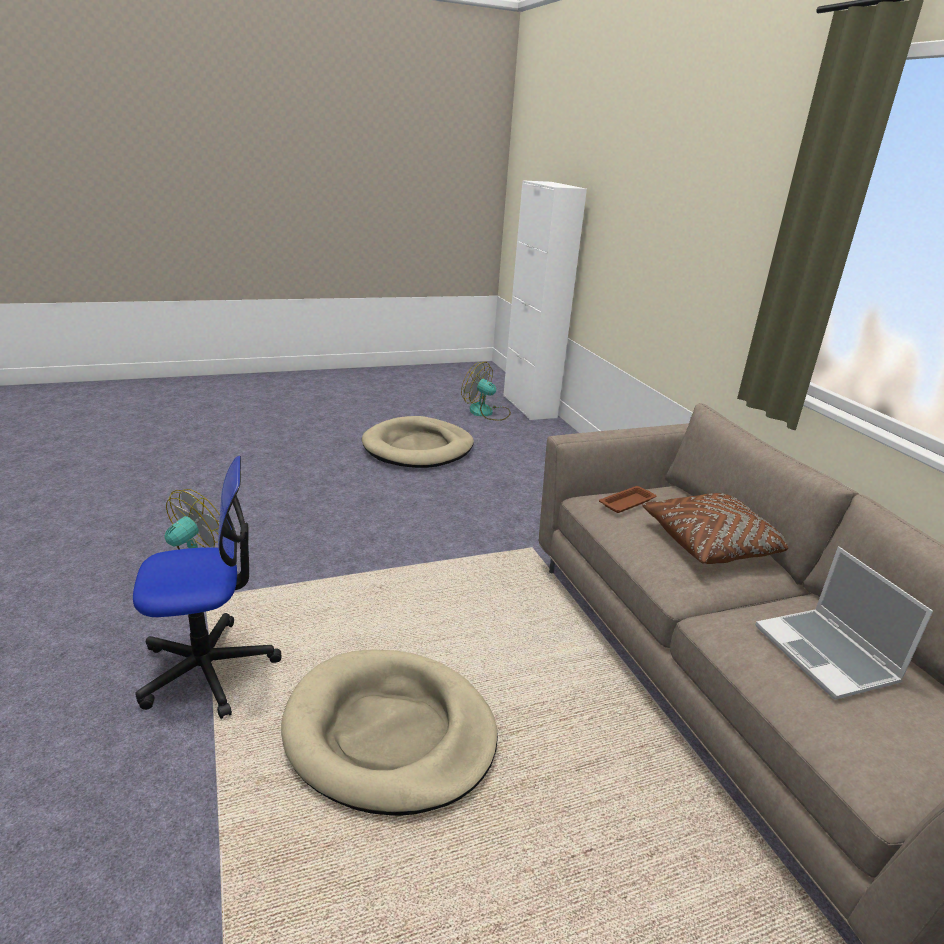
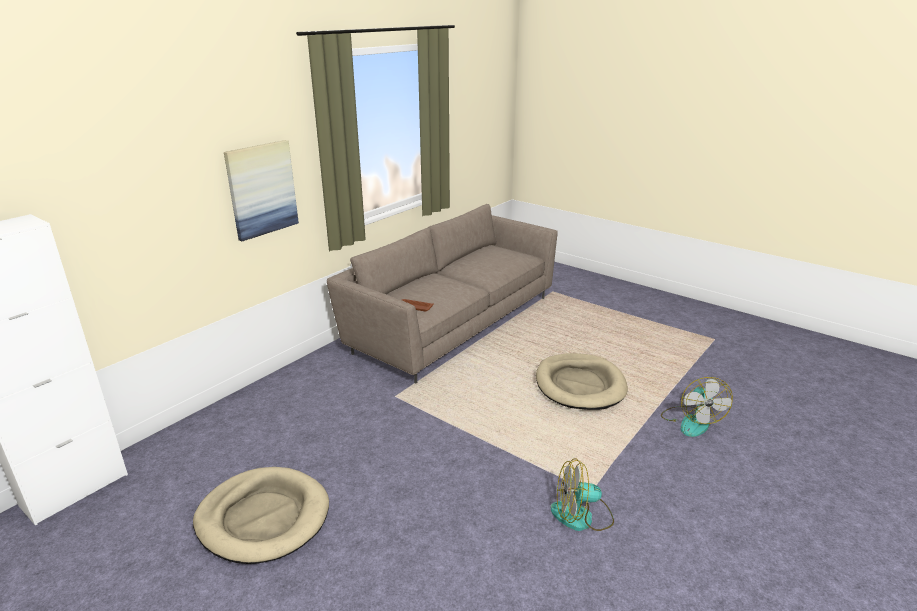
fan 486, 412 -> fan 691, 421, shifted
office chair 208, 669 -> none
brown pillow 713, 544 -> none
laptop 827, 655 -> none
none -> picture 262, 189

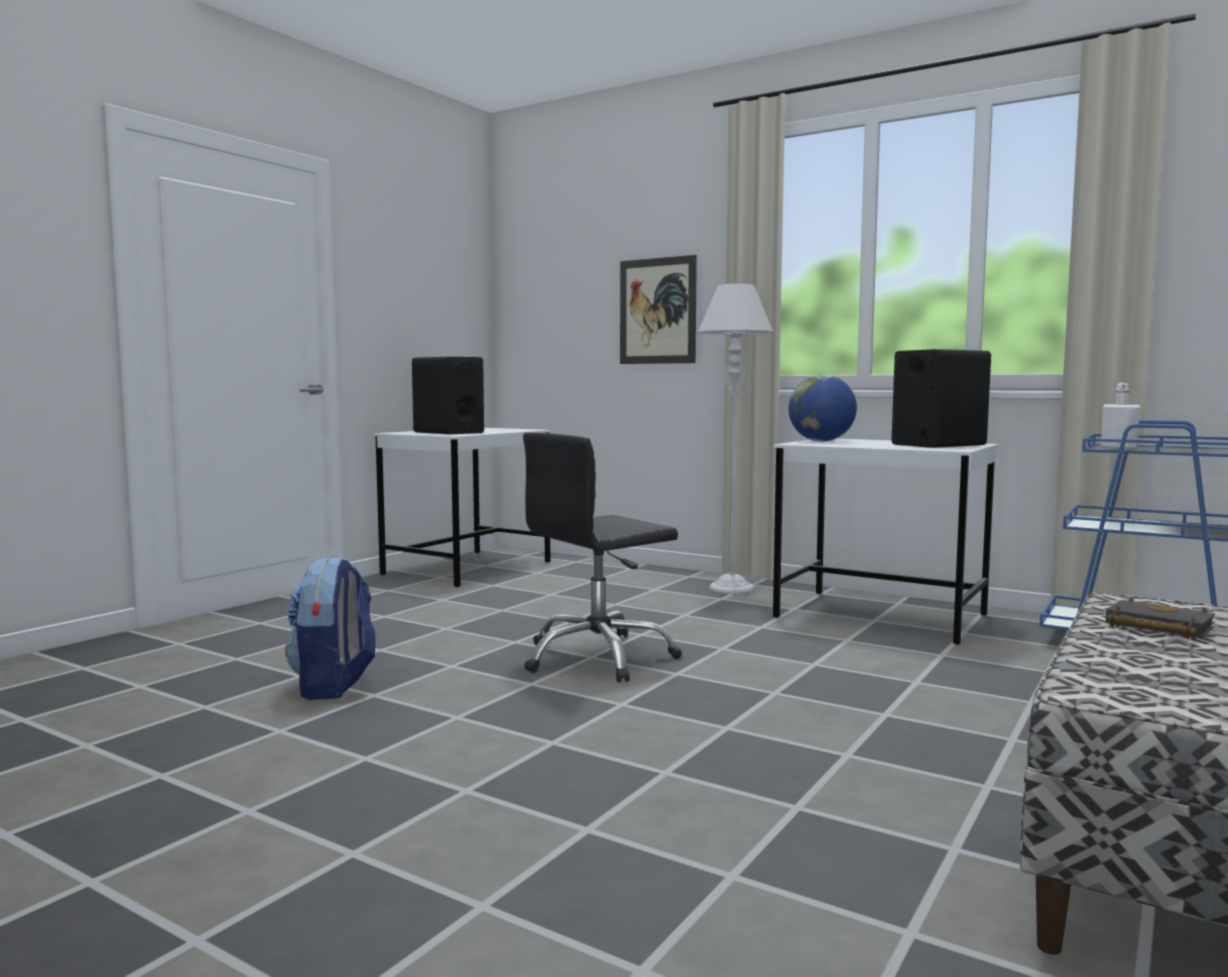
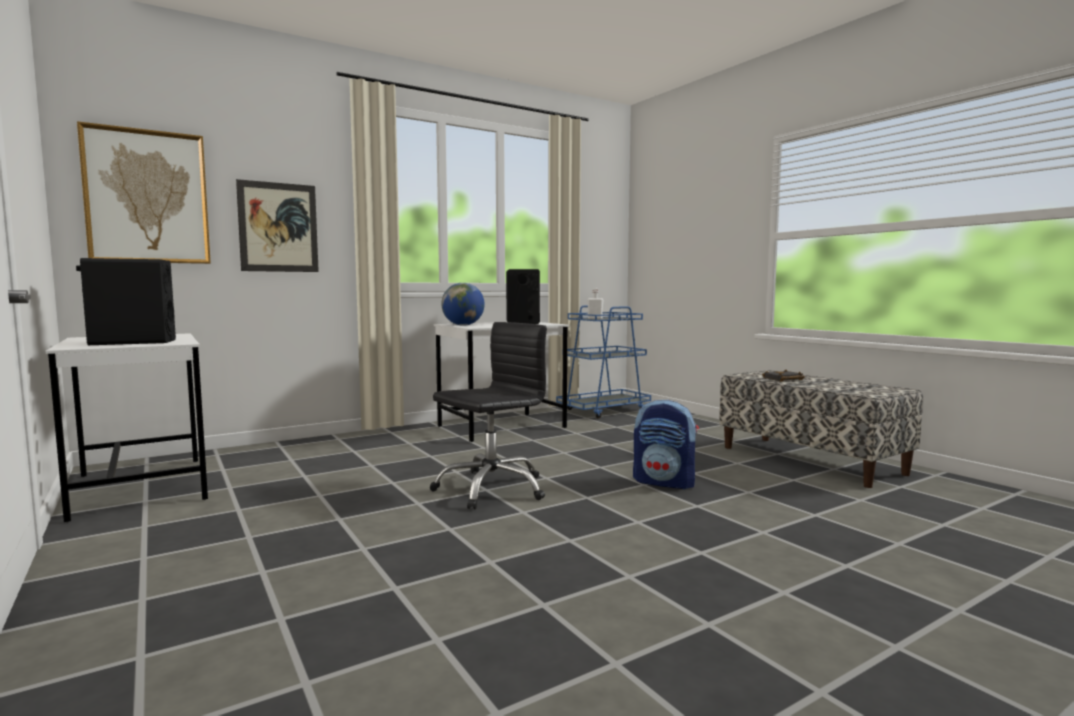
grey floor lamp 731, 589 -> none
black office chair 598, 657 -> black office chair 491, 488, 120 degrees counterclockwise
backpack 334, 686 -> backpack 665, 482, shifted
none -> picture 147, 197

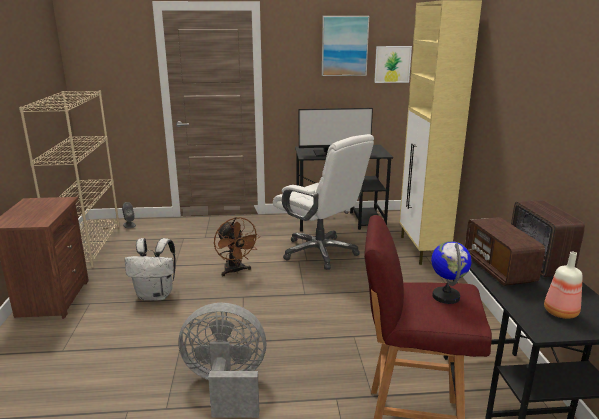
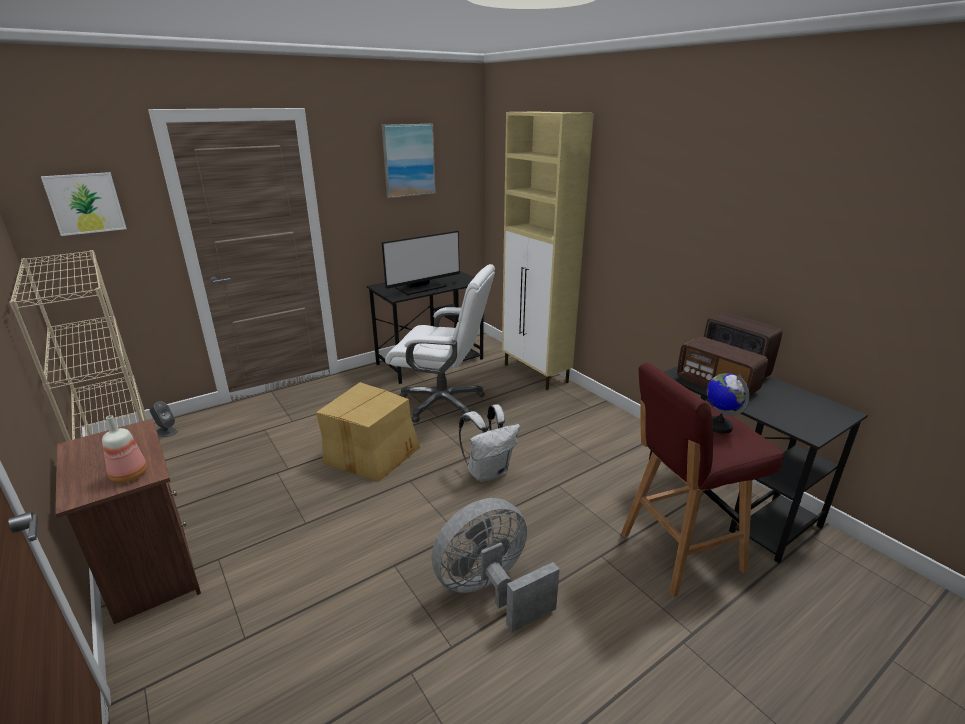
picture 392, 64 -> picture 85, 203, shifted
brown fan 235, 271 -> cardboard box 371, 453
white backpack 156, 295 -> white backpack 488, 472, shifted
bottle 561, 313 -> bottle 130, 475, shifted

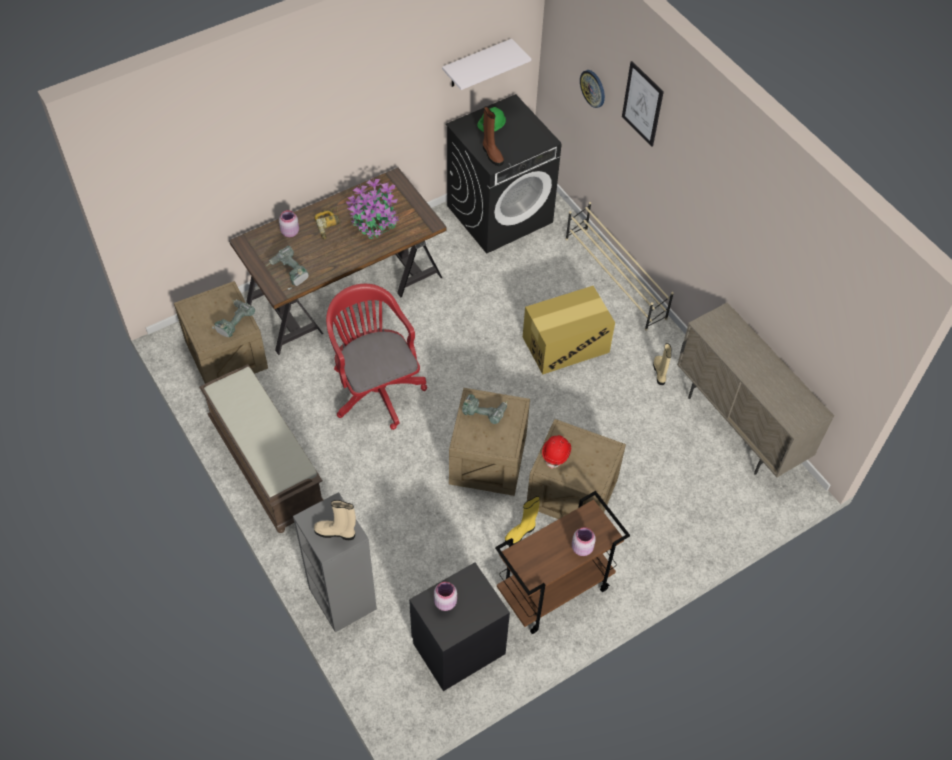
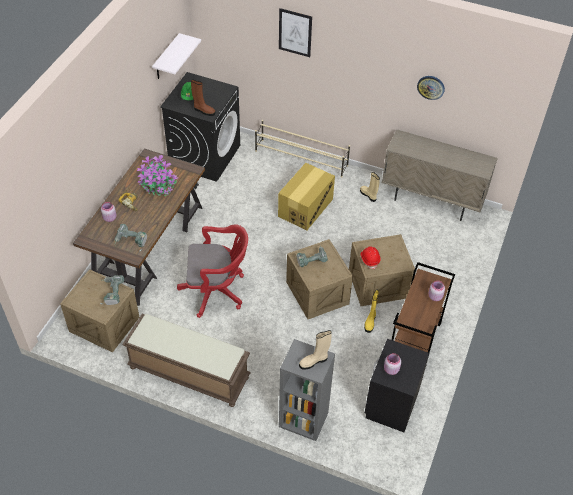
wall clock 593, 88 -> wall clock 431, 87, shifted
red office chair 375, 387 -> red office chair 217, 291, 150 degrees clockwise

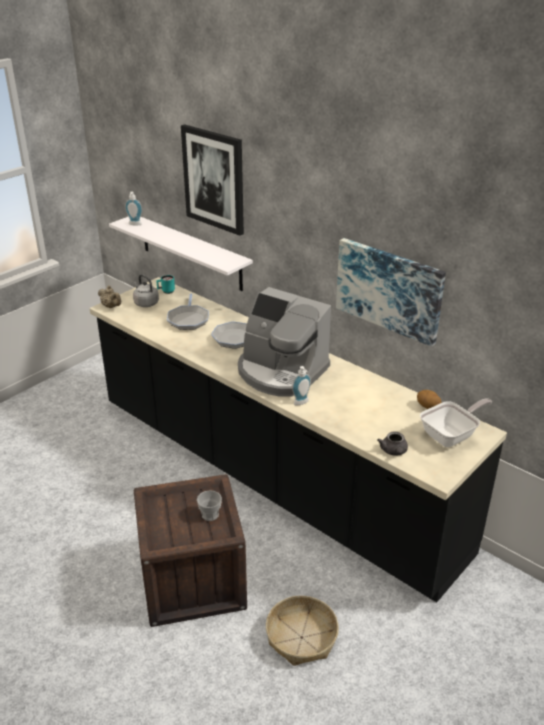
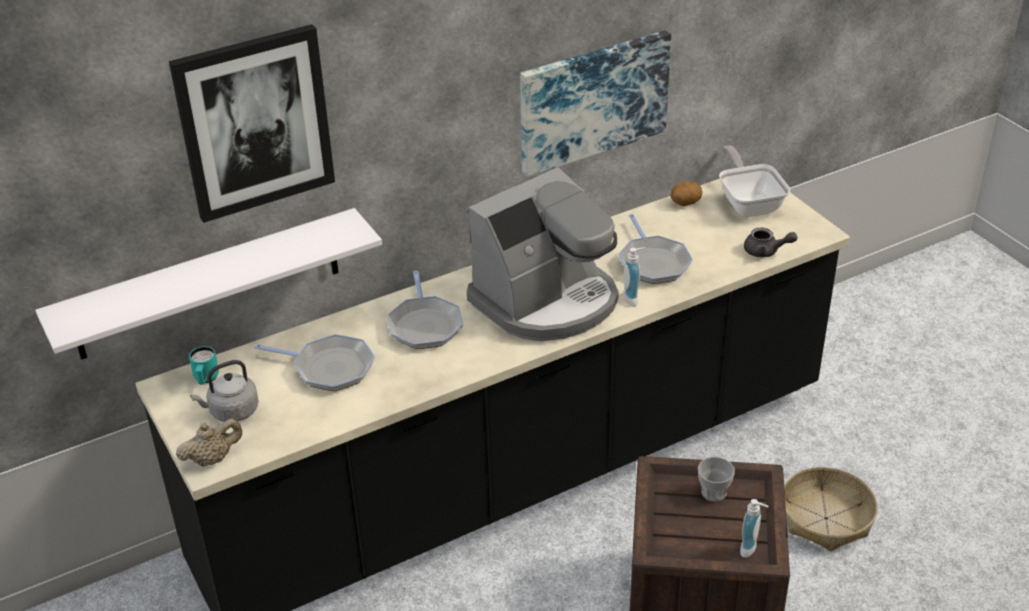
soap dispenser 134, 224 -> soap dispenser 751, 549, shifted
none -> frying pan 653, 262

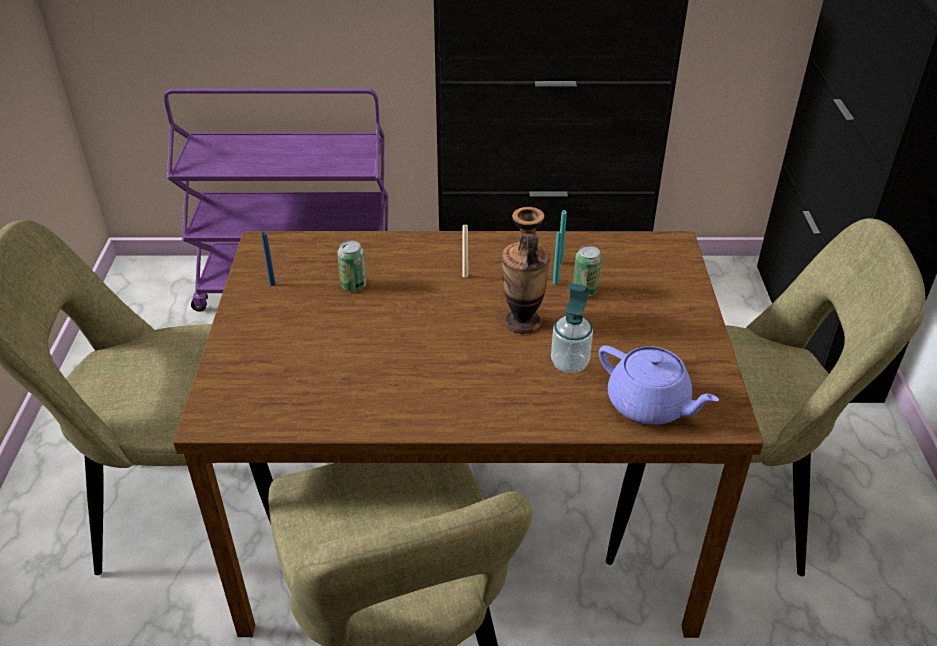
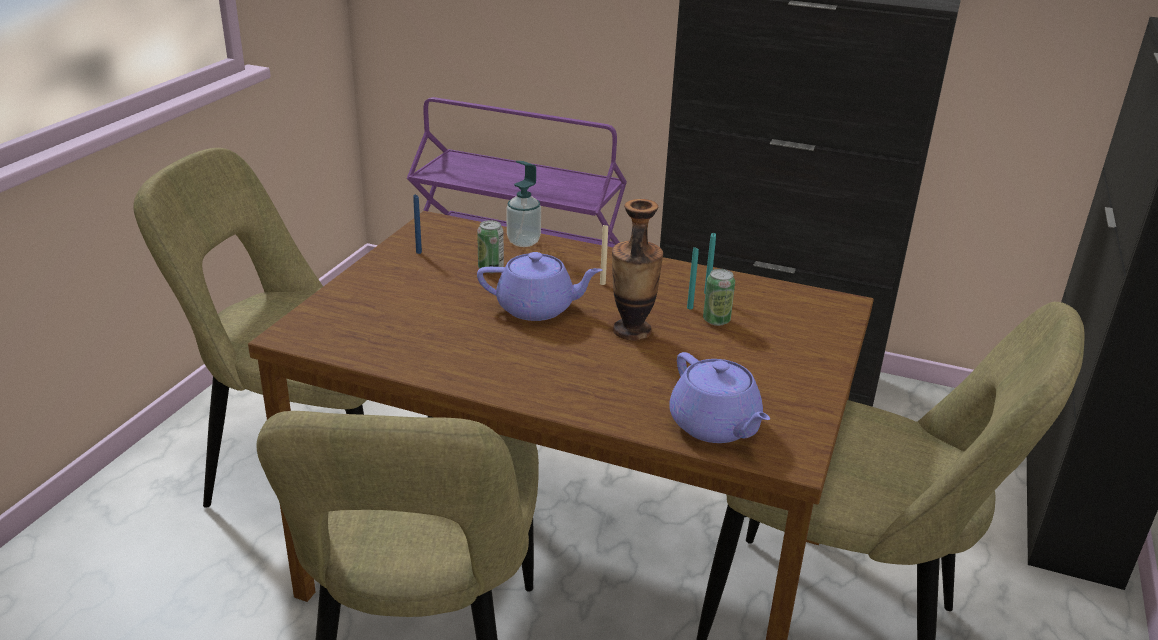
soap dispenser 569, 363 -> soap dispenser 523, 242, shifted
none -> purple teapot 537, 308

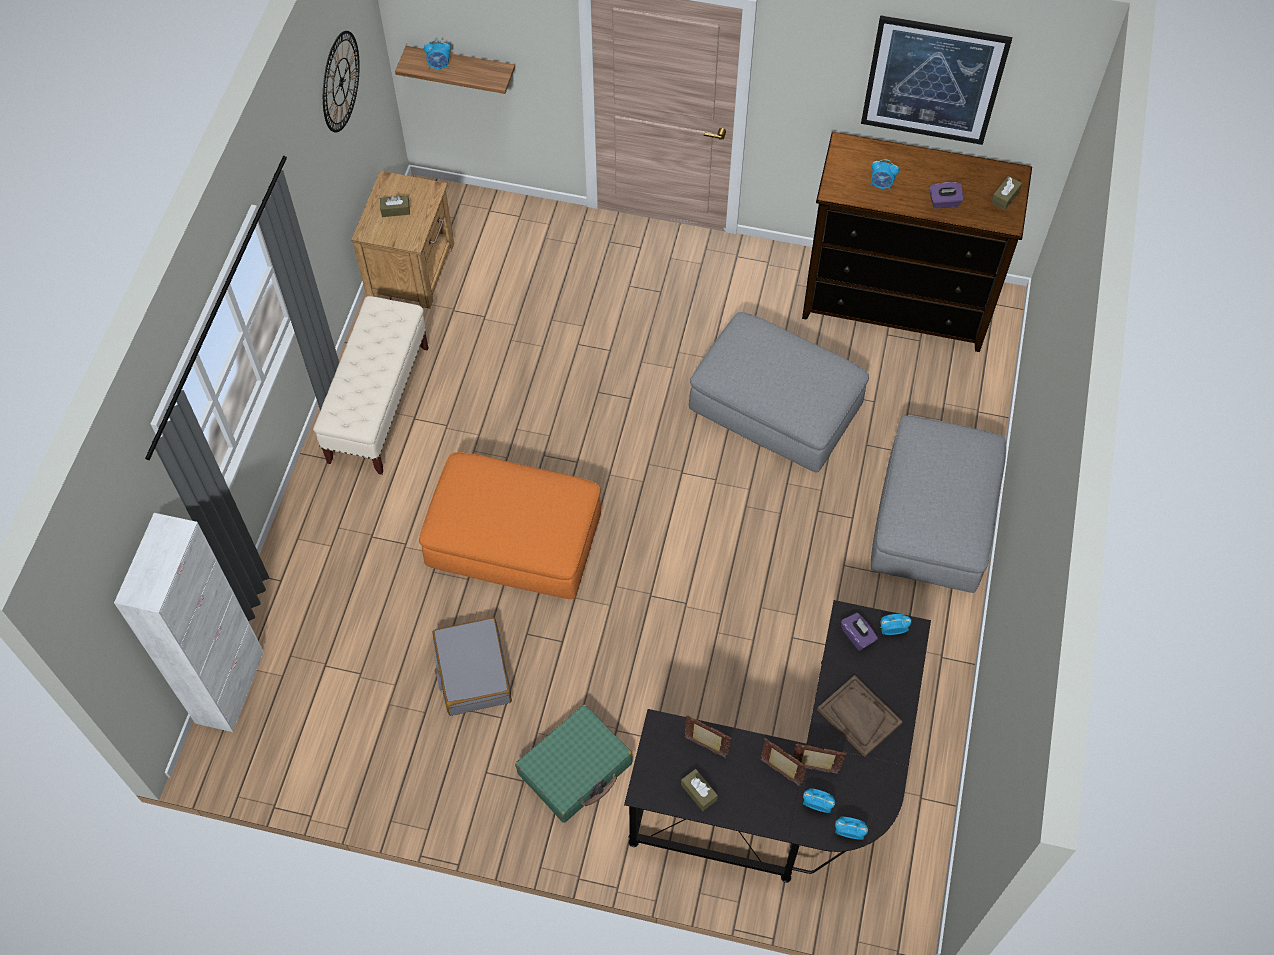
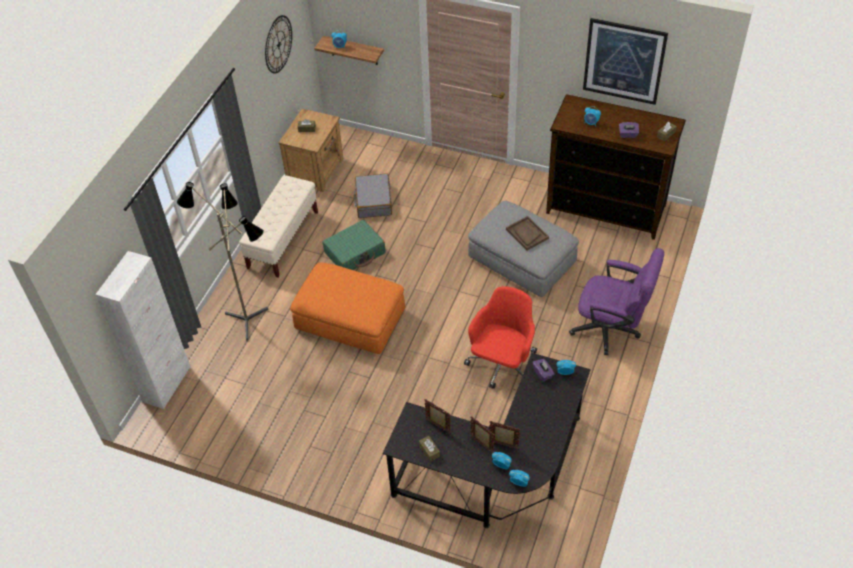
grey ottoman 933, 519 -> purple office chair 611, 330
grey suitcase 472, 672 -> grey suitcase 373, 201, shifted
brown tray 858, 716 -> brown tray 527, 234, shifted
green suitcase 575, 769 -> green suitcase 355, 253, shifted
none -> floor lamp 248, 316
none -> red office chair 502, 365

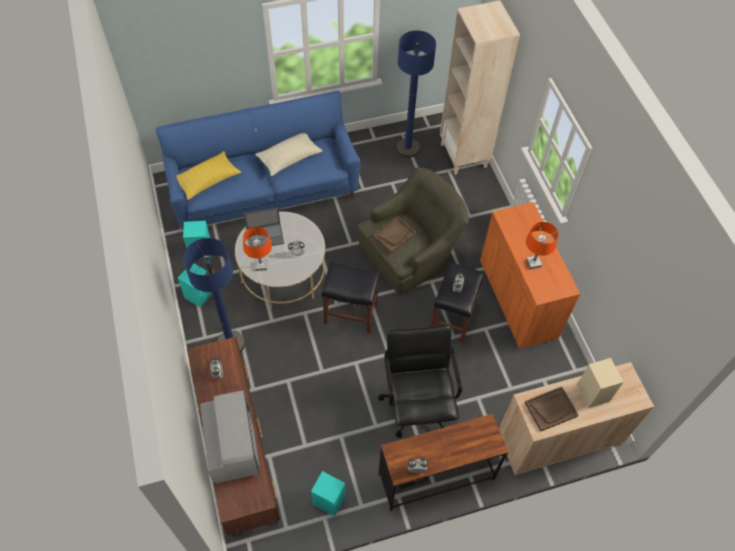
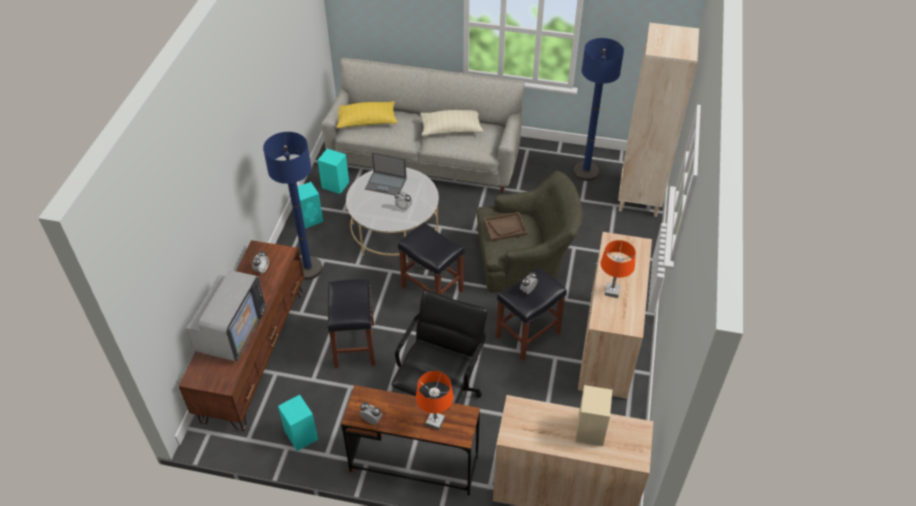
blue sofa 265, 191 -> grey sofa 425, 160
orange cabinet 517, 299 -> beige cabinet 607, 345
orange table lamp 260, 266 -> orange table lamp 435, 422, shifted
brown tray 551, 409 -> none
none -> black stool 354, 344

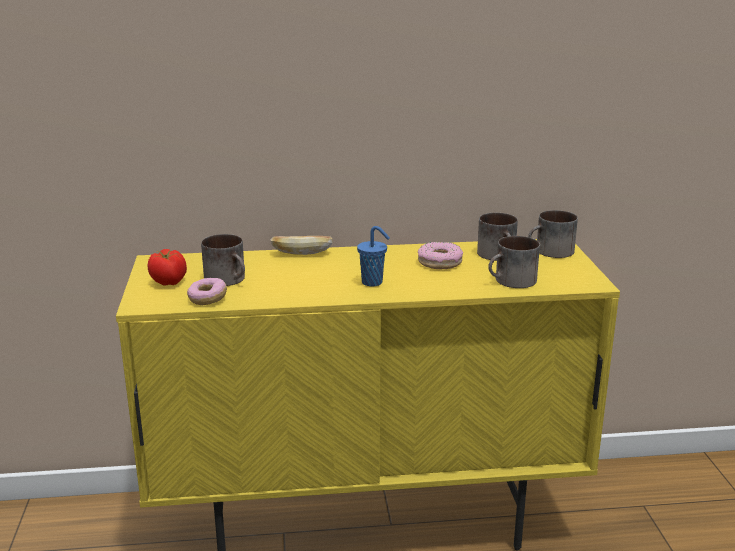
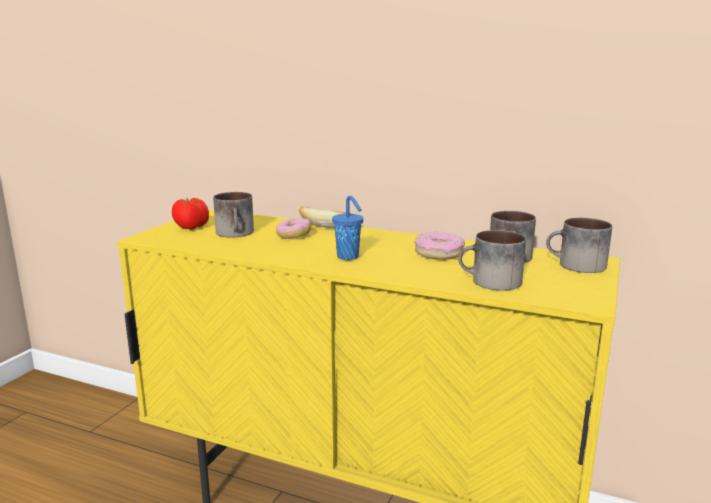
donut 207, 299 -> donut 293, 236, shifted

